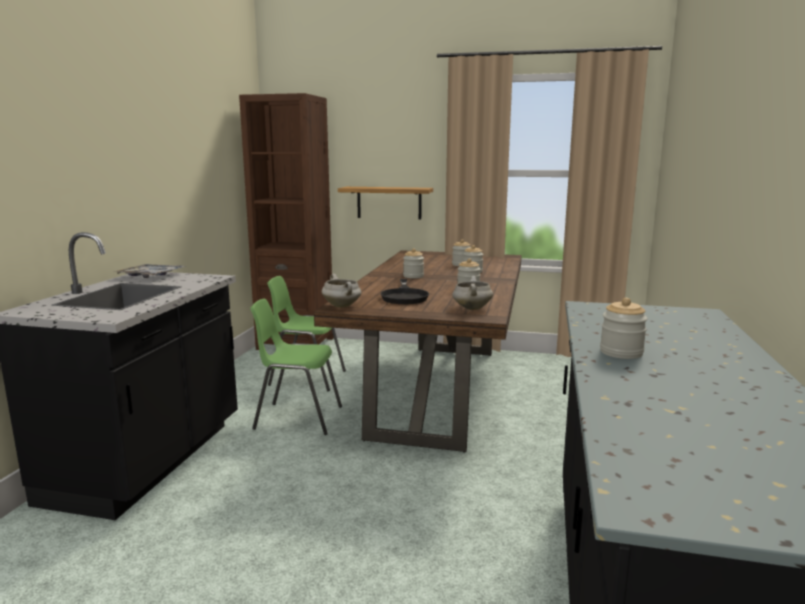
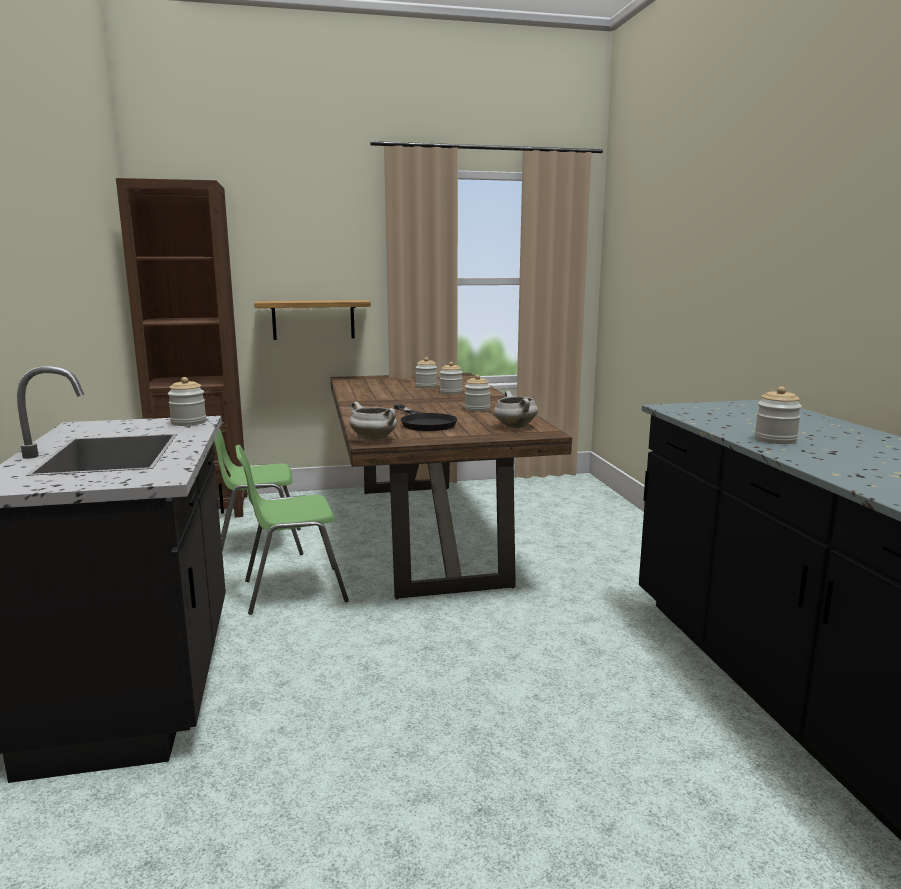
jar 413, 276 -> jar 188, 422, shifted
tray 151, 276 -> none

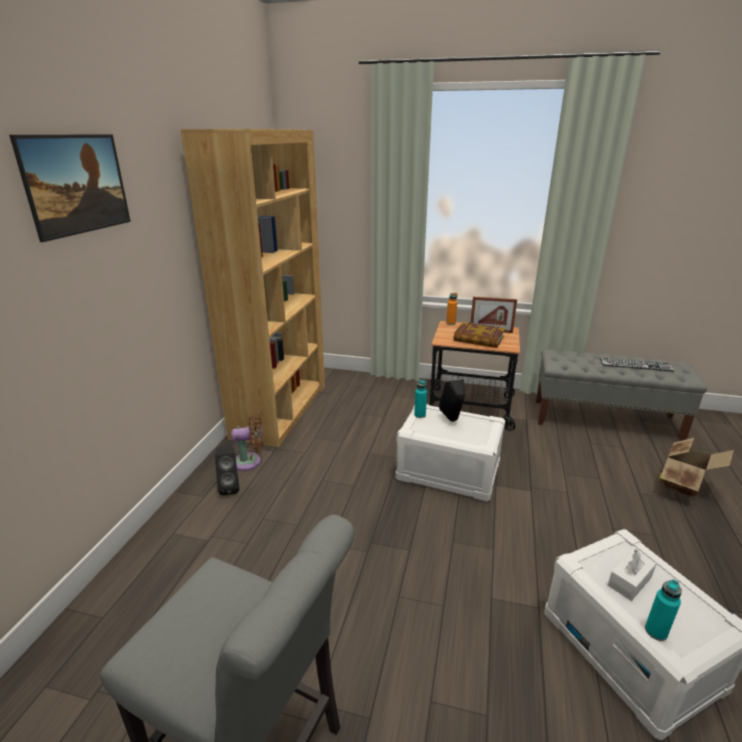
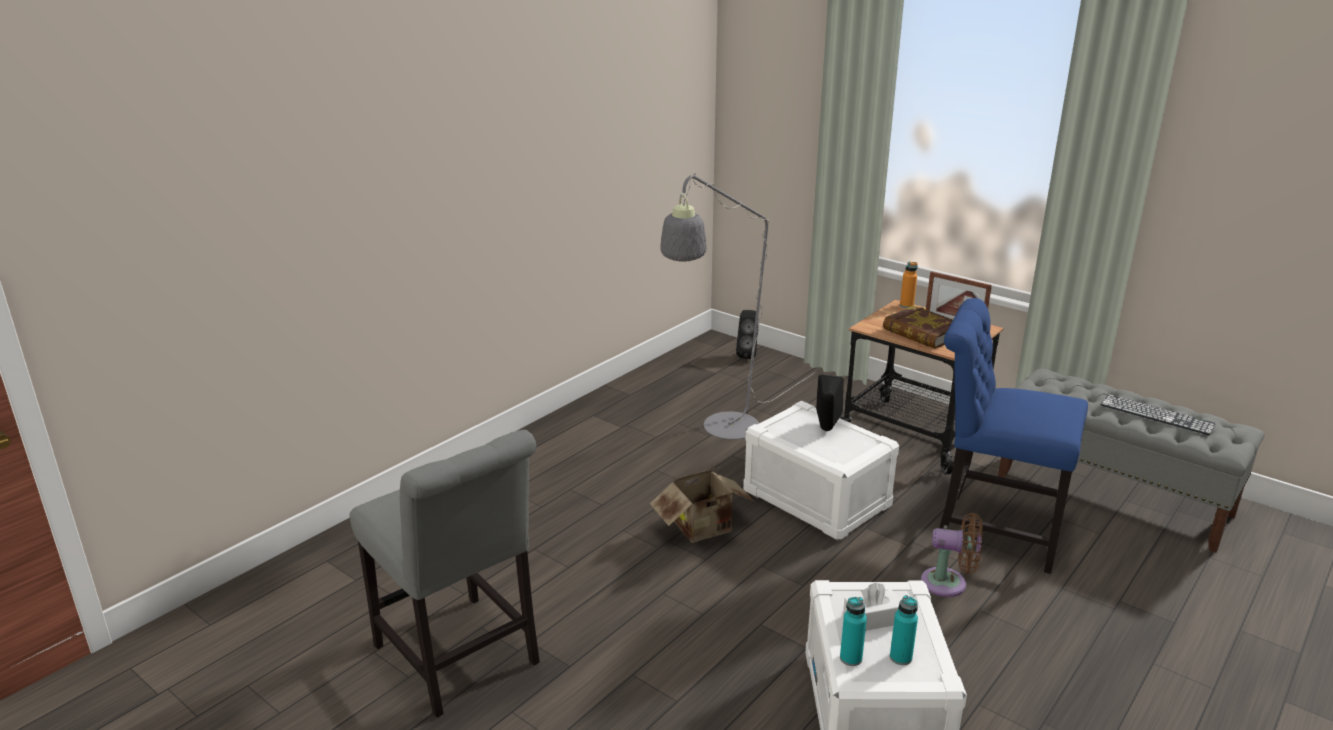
brown bookcase 281, 410 -> none
picture 83, 208 -> none
turquoise bottle 420, 415 -> turquoise bottle 900, 657, shifted
brown fan 250, 461 -> brown fan 949, 583, shifted
cardboard box 683, 485 -> cardboard box 705, 529, shifted
black speaker 230, 487 -> black speaker 748, 354, shifted
none -> grey floor lamp 722, 431
none -> blue chair 990, 530

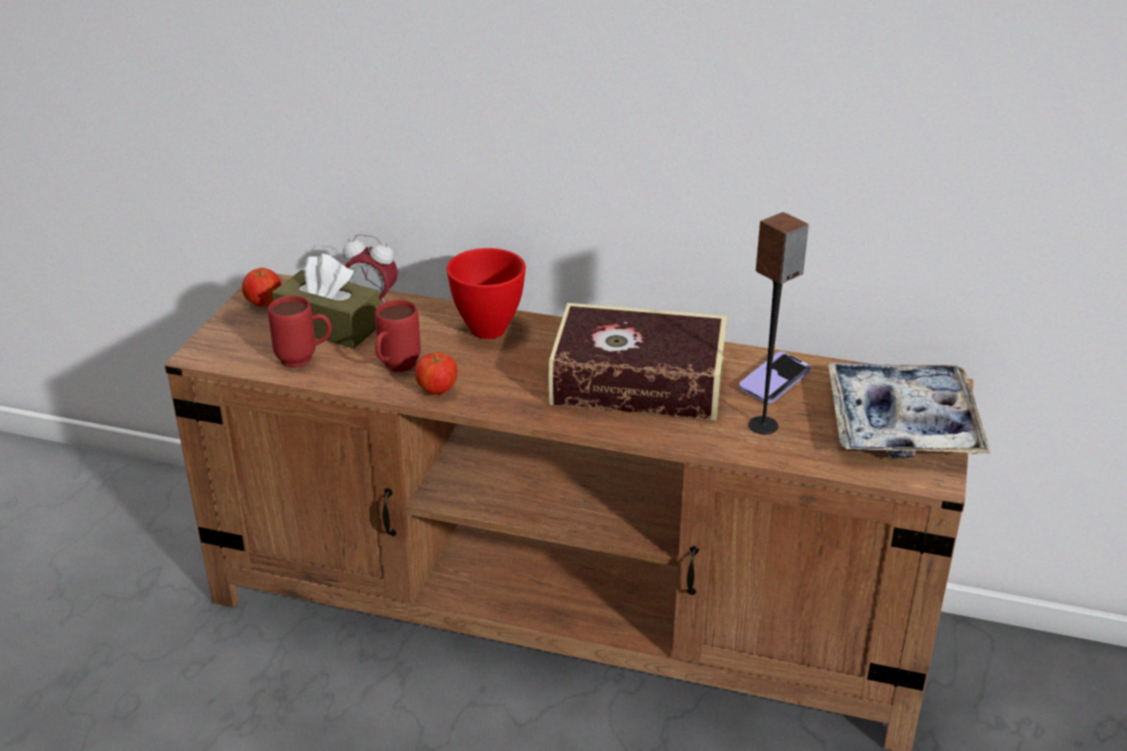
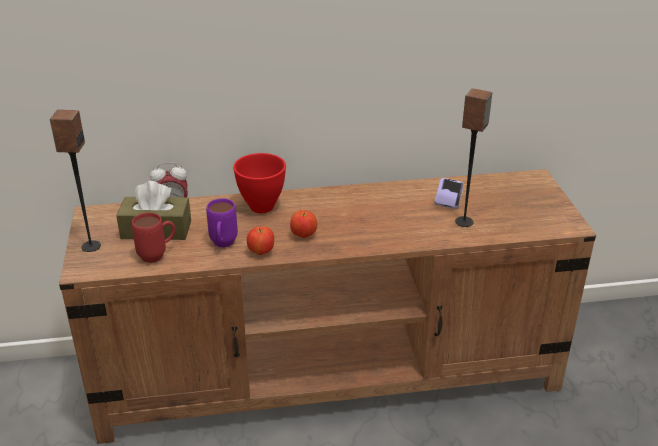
apple 264, 304 -> apple 303, 235, shifted
red mug 395, 368 -> purple mug 223, 245
book 638, 382 -> none
tray 902, 423 -> none
none -> speaker 90, 246

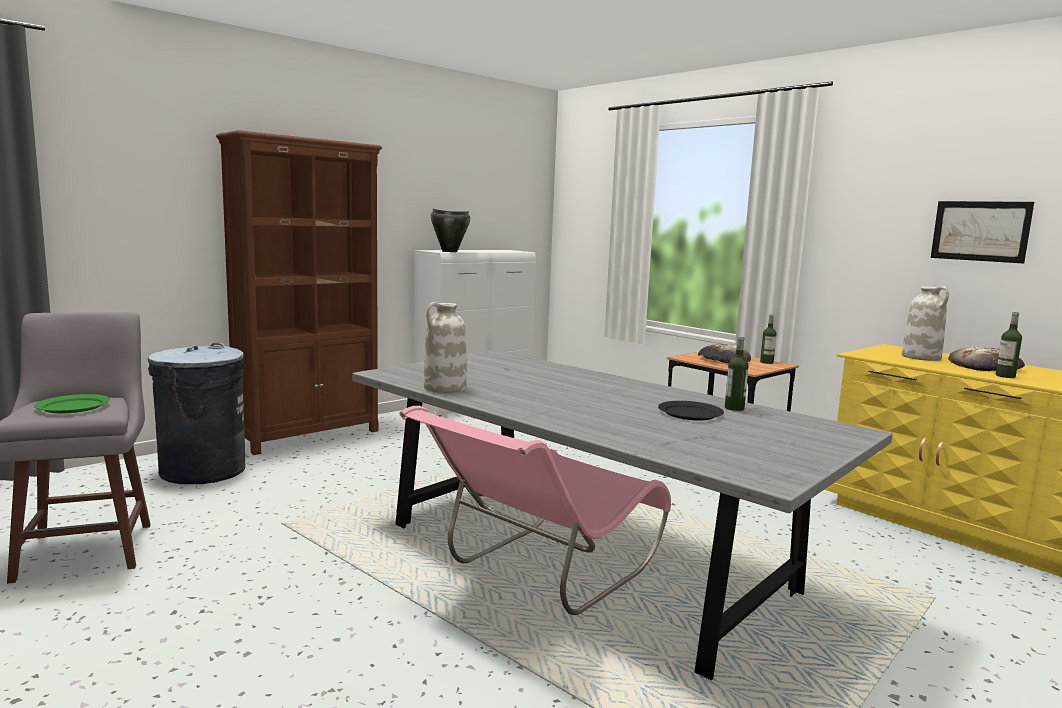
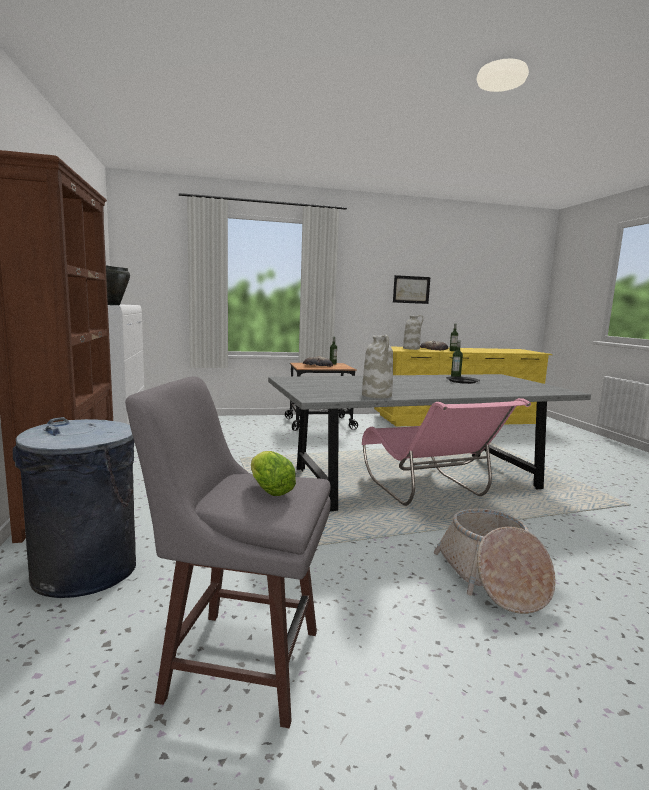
green plate 72, 406 -> lettuce 268, 489
none -> basket 492, 578

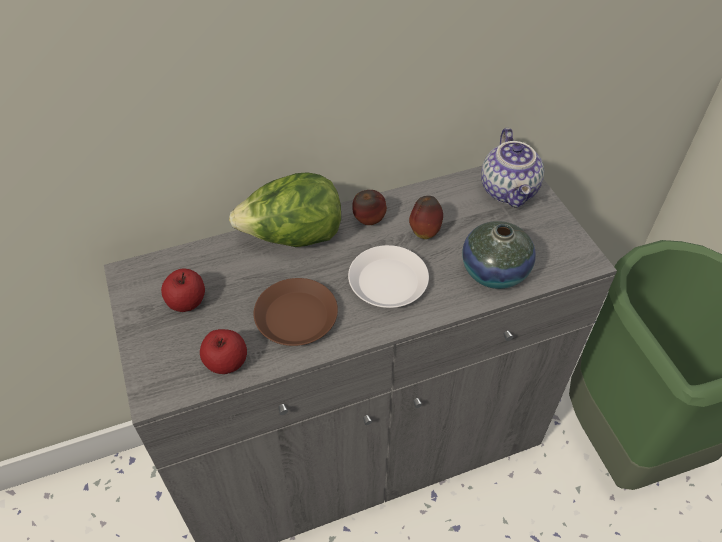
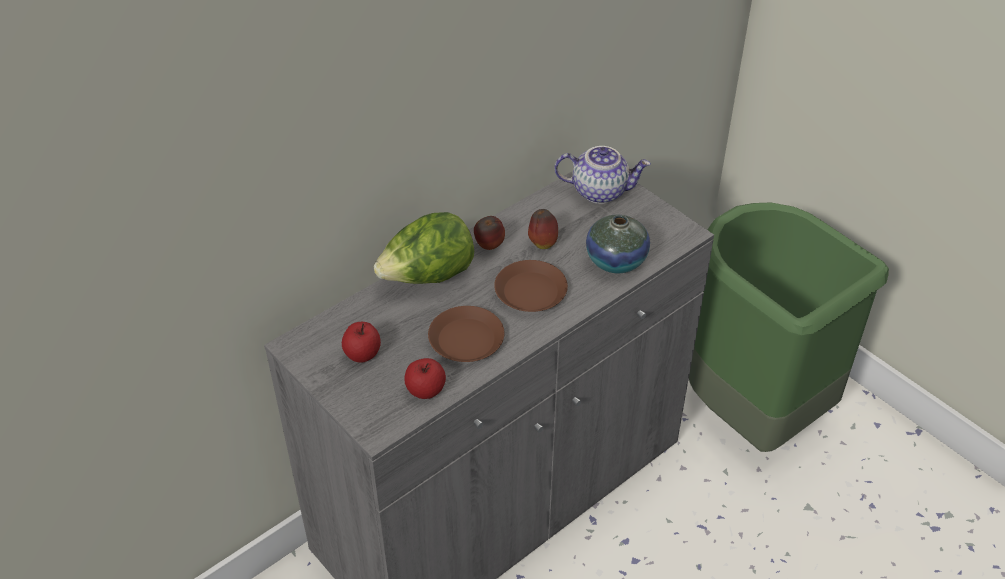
teapot 510, 191 -> teapot 600, 191, 60 degrees counterclockwise
white plate 388, 282 -> brown plate 531, 292

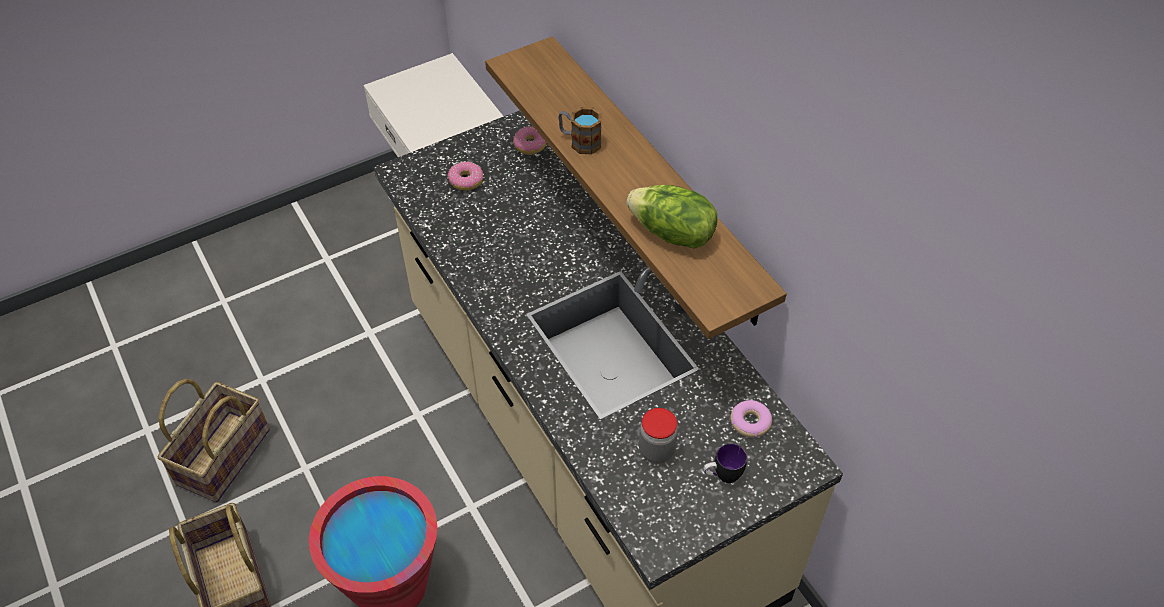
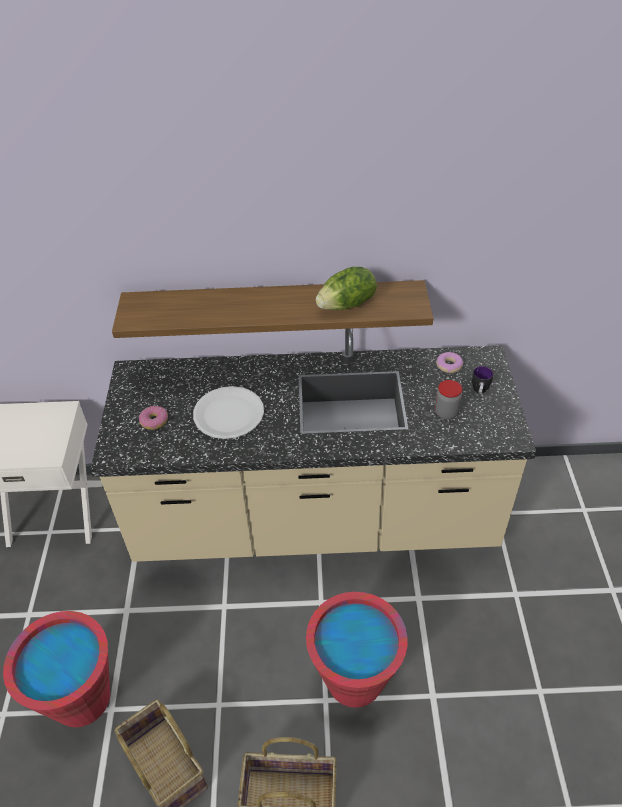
mug 579, 141 -> none
donut 530, 145 -> none
none -> white plate 228, 414
none -> red bucket 81, 698

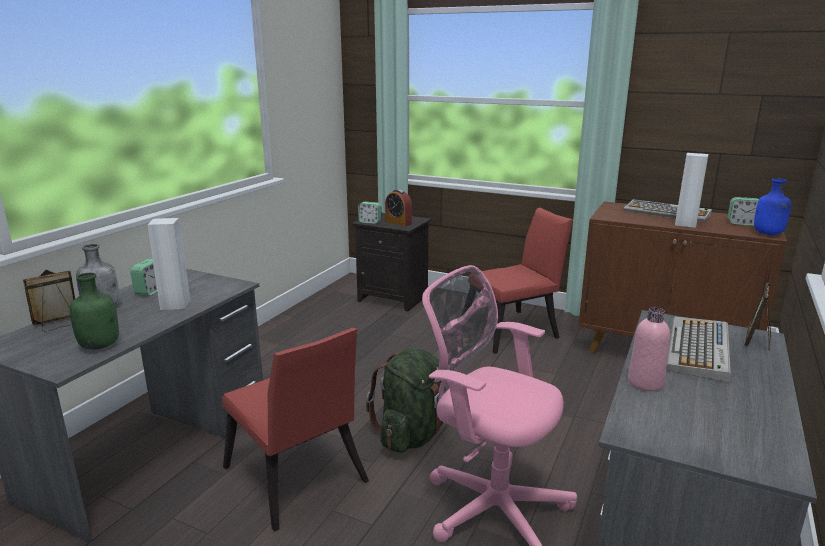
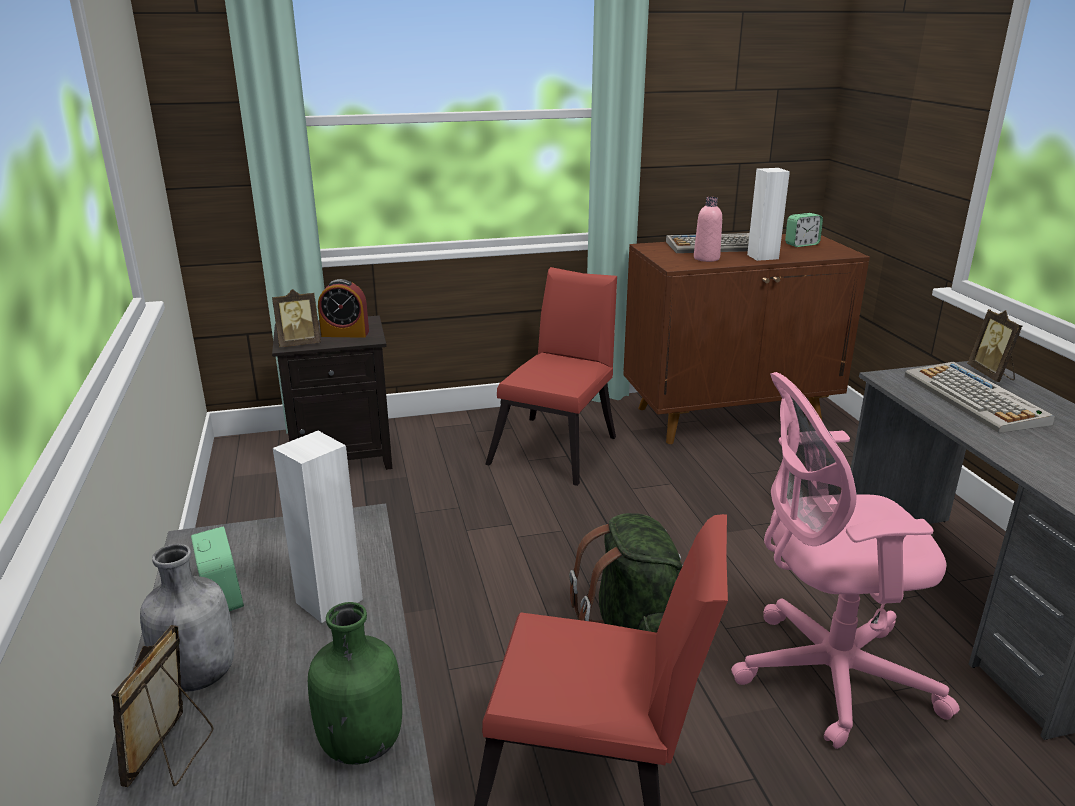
blue bottle 768, 234 -> none
alarm clock 370, 222 -> picture frame 299, 344
pink bottle 645, 383 -> pink bottle 706, 258, shifted

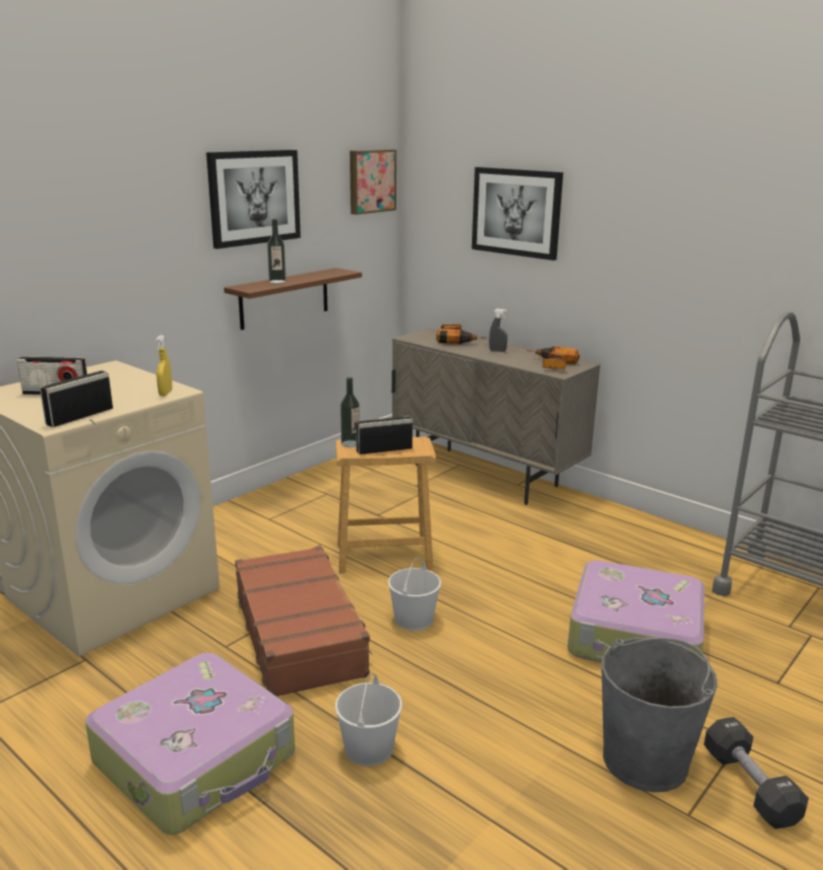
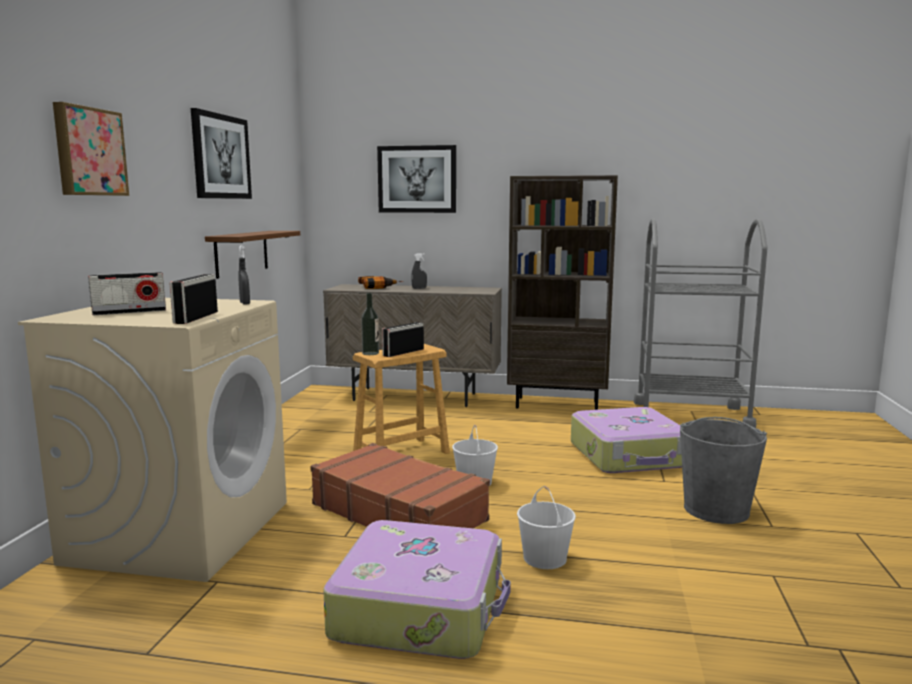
picture 371, 181 -> picture 88, 152, shifted
bottle 277, 281 -> none
yellow spray bottle 165, 393 -> grey spray bottle 245, 303
power drill 551, 365 -> none
black dumbbell 749, 786 -> none
none -> brown bookcase 557, 404

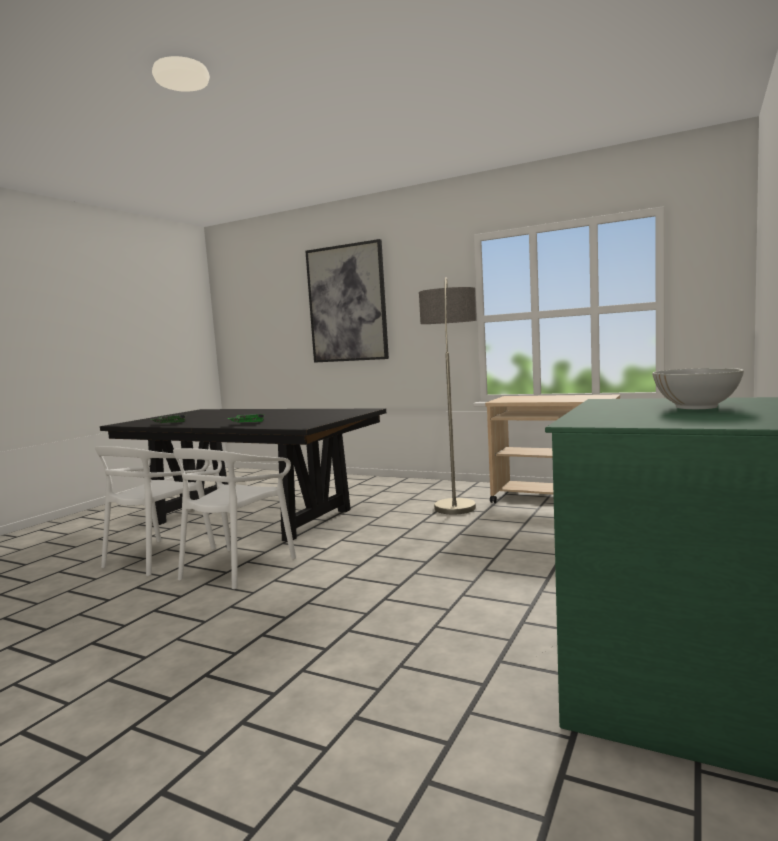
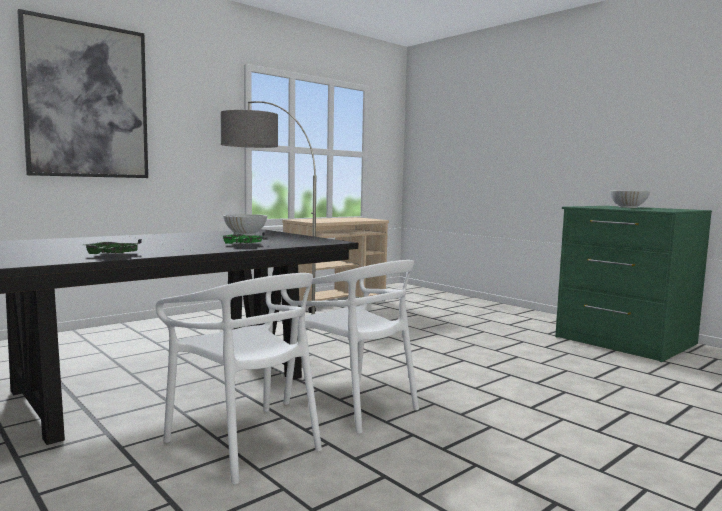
none -> white bowl 245, 234

